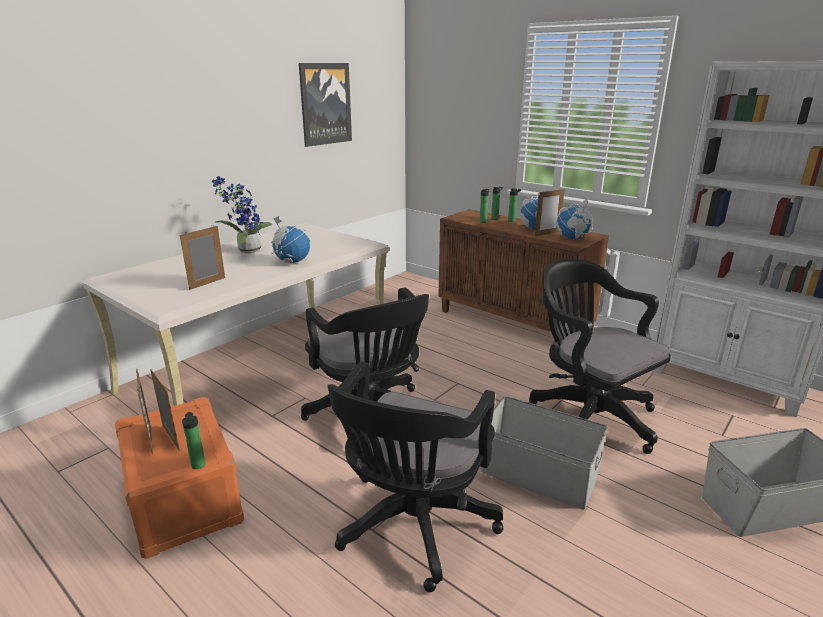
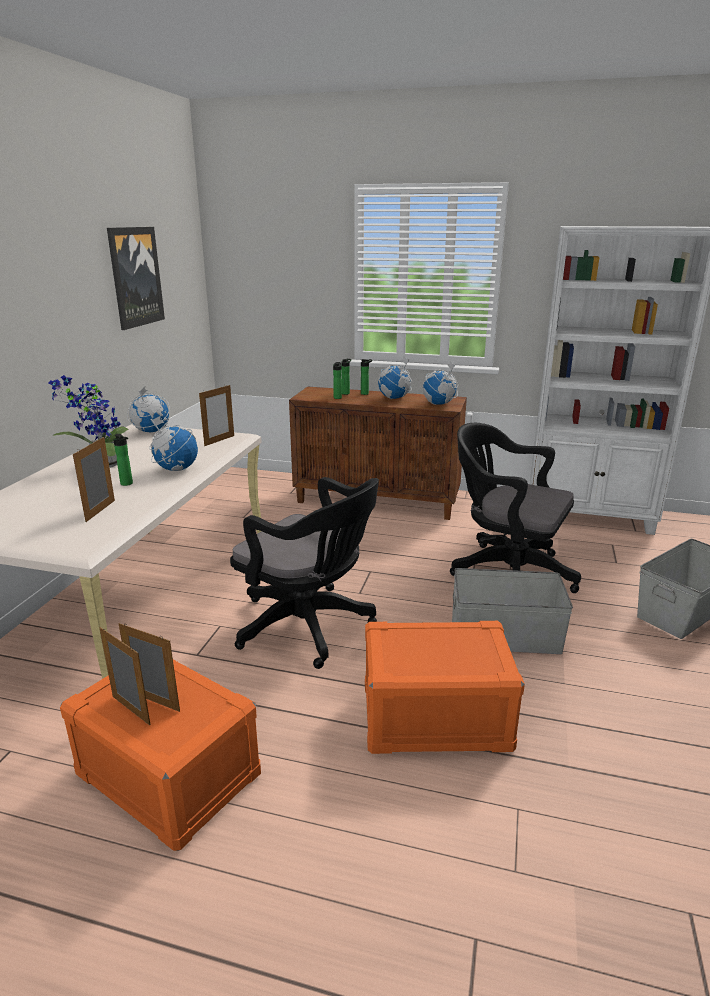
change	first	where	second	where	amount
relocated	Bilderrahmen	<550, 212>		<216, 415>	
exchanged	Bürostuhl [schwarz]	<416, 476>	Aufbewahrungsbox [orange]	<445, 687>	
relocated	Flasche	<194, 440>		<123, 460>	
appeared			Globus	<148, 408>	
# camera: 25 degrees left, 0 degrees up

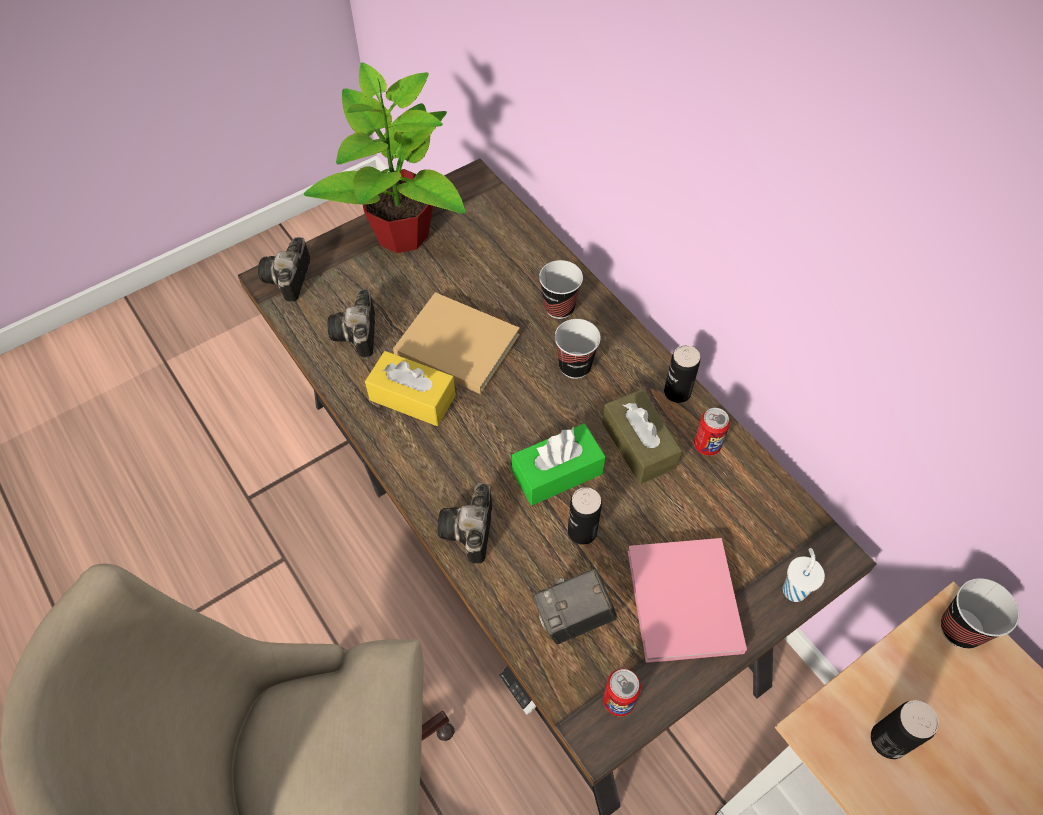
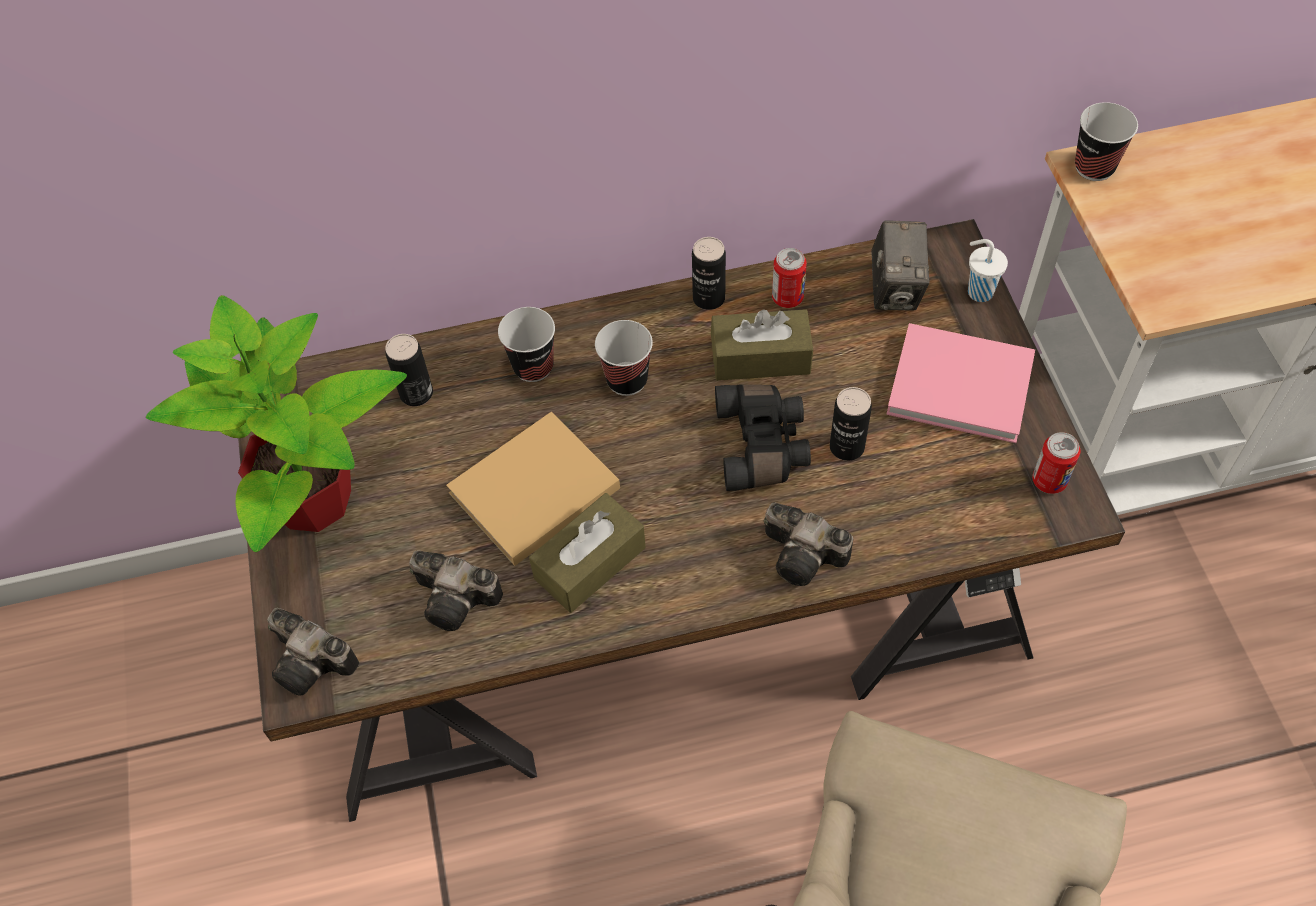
change	first	where	second	where	amount
colour	Taschentuchbox [gelb]	<410, 388>	Taschentuchbox [braun]	<587, 553>	
exchanged	Taschentuchbox [grün]	<559, 464>	Fernglas [schwarz]	<763, 438>	
relocated	Kamera	<575, 607>		<900, 265>	
relocated	Dose	<905, 729>		<409, 370>	
# camera: 65 degrees left, 0 degrees up

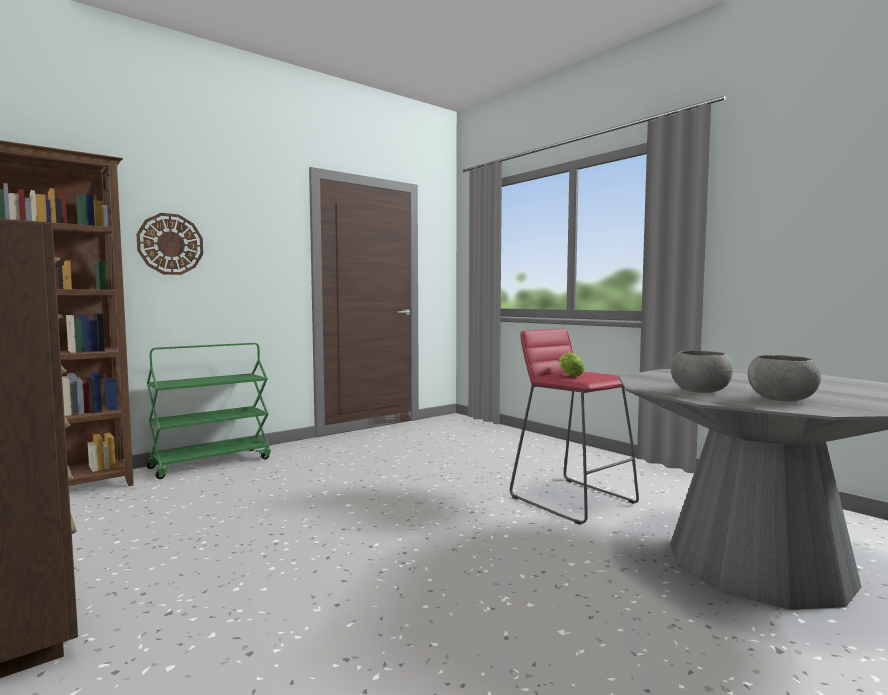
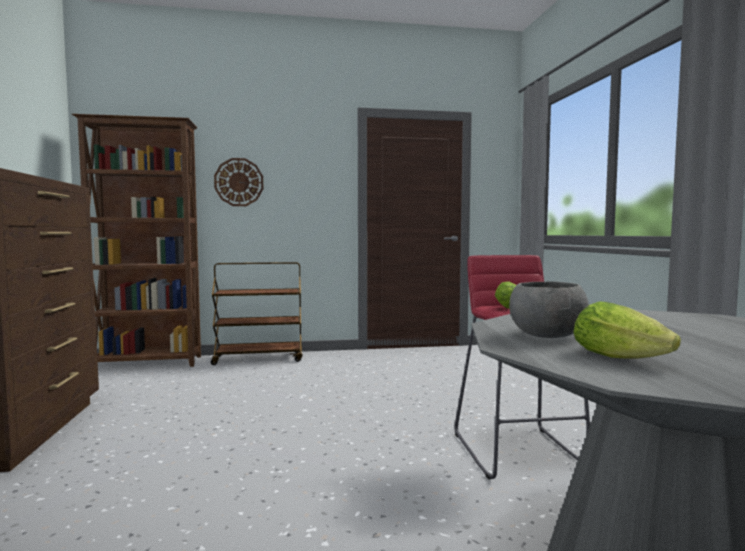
change	first	where	second	where	amount
colour	Rollwagen [grün]	<208, 411>	Rollwagen [braun]	<256, 313>	
exchanged	Schüssel [grau]	<784, 378>	Salatkopf	<627, 330>	
# camera: 30 degrees right, 0 degrees up

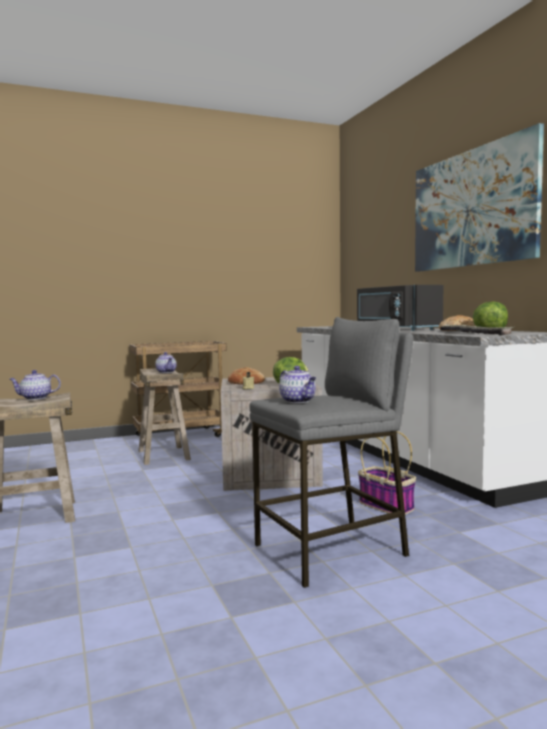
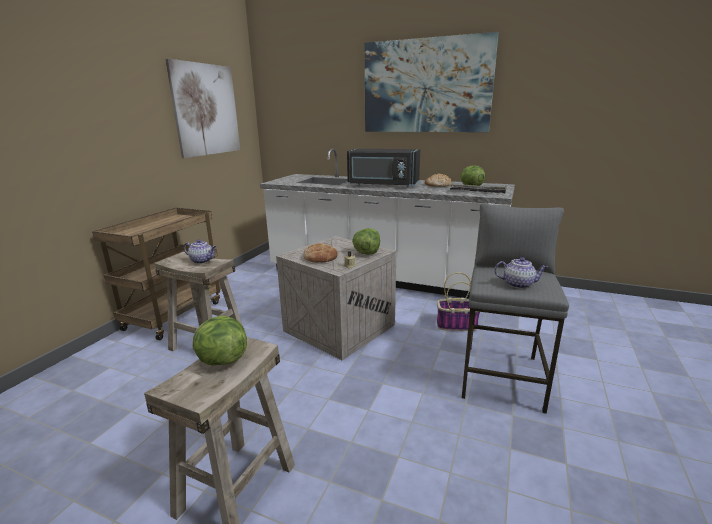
change	first	where	second	where	amount
exchanged	Teekanne	<35, 385>	Salatkopf	<220, 340>	
appeared			Bild	<202, 108>	
# camera: 45 degrees left, 15 degrees up

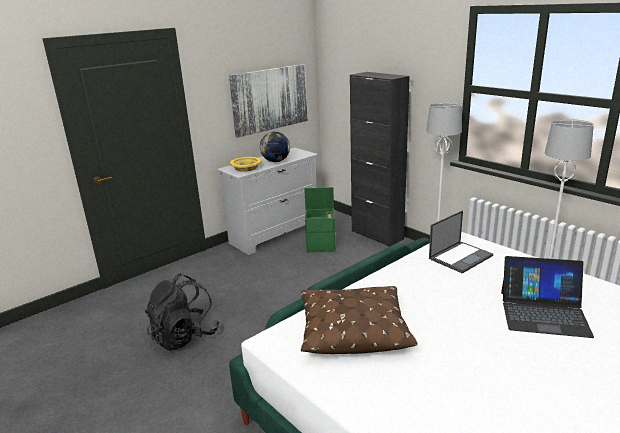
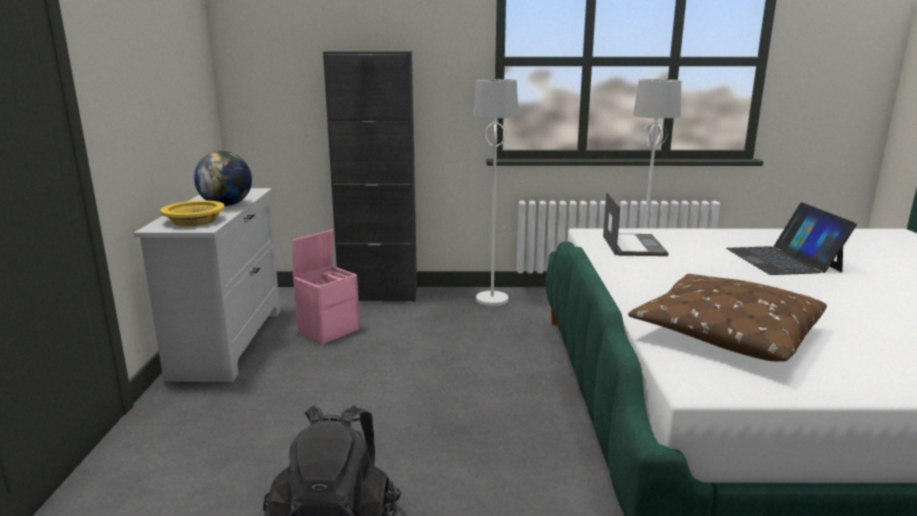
change	first	where	second	where	amount
missing	Bild	<268, 101>			
colour	Aufbewahrungsbox [grün]	<320, 219>	Aufbewahrungsbox [rosa]	<326, 287>	
spun	Laptop	<547, 297>		<791, 238>	120 degrees clockwise
# camera: 50 degrees left, 5 degrees down

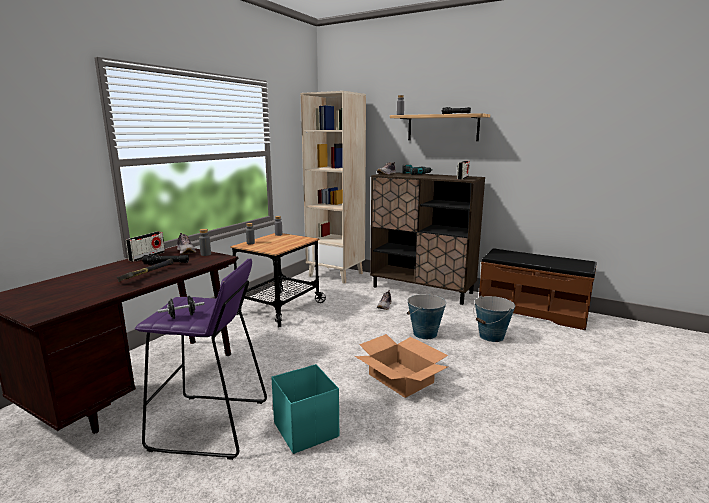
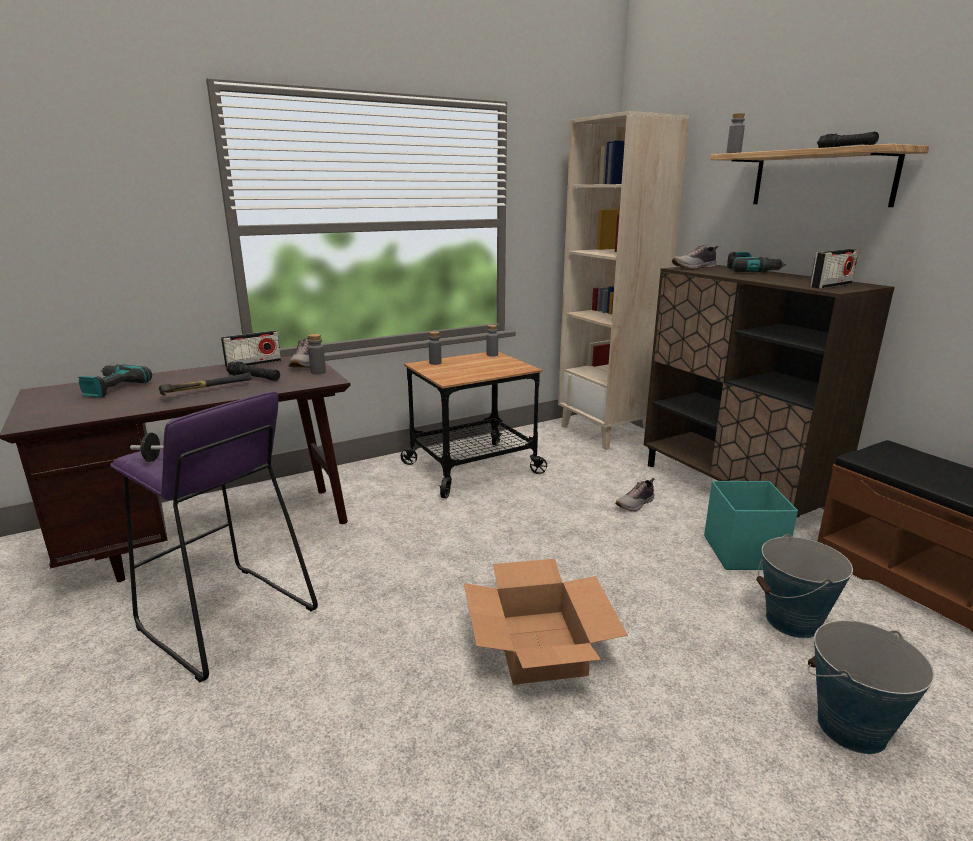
change	first	where	second	where	amount
relocated	Eimer	<426, 316>		<871, 687>	
relocated	Aufbewahrungsbox [türkis]	<305, 409>		<751, 525>	
appeared			Bohrmaschine	<115, 381>	
# camera: 30 degrees right, 5 degrees up

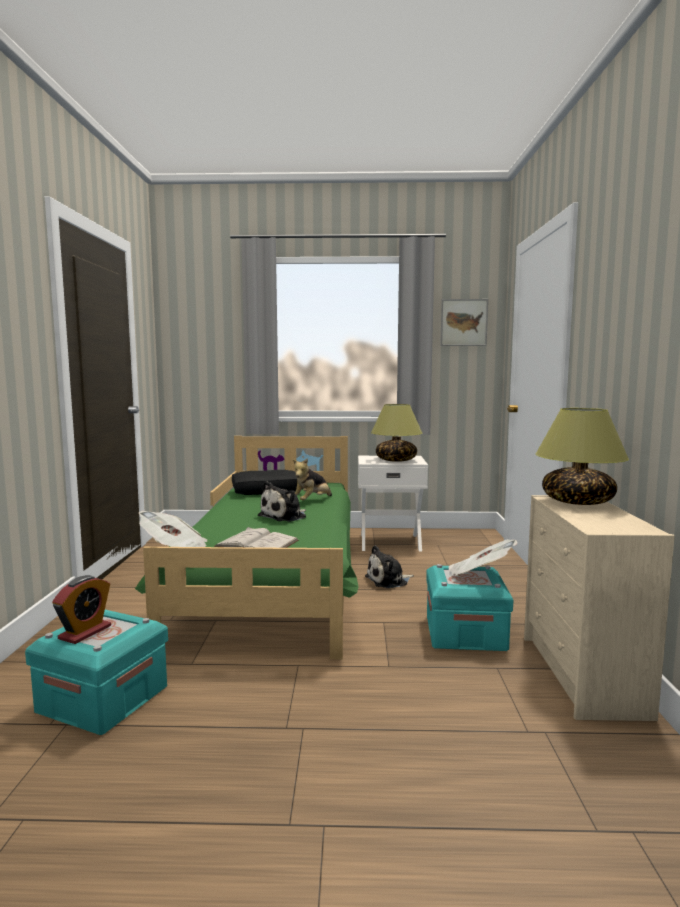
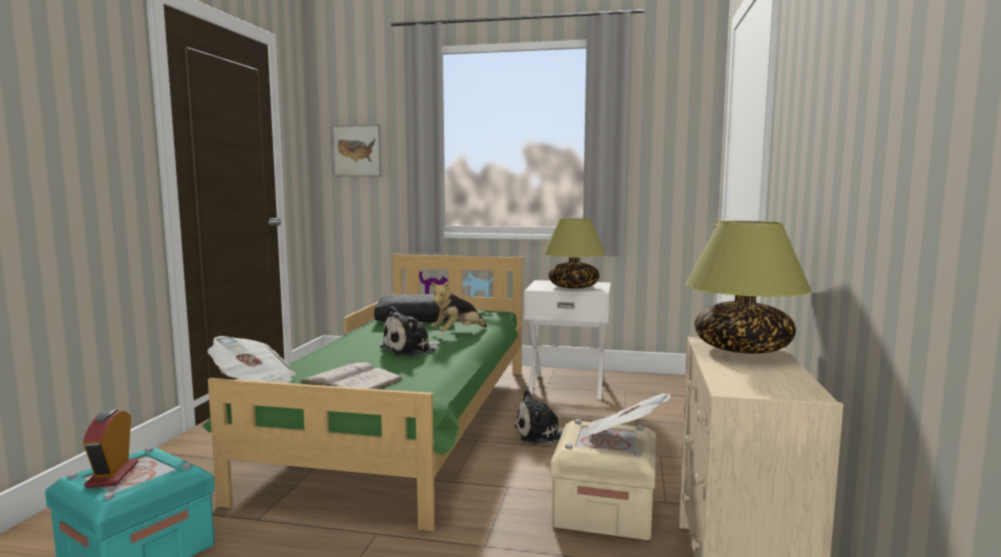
change	first	where	second	where	amount
relocated	Bild	<464, 322>		<356, 150>	
colour	Aufbewahrungsbox [türkis]	<469, 607>	Aufbewahrungsbox [beige]	<603, 479>	
spun	Wecker	<81, 609>		<110, 448>	135 degrees clockwise
# camera: 10 degrees right, 0 degrees up

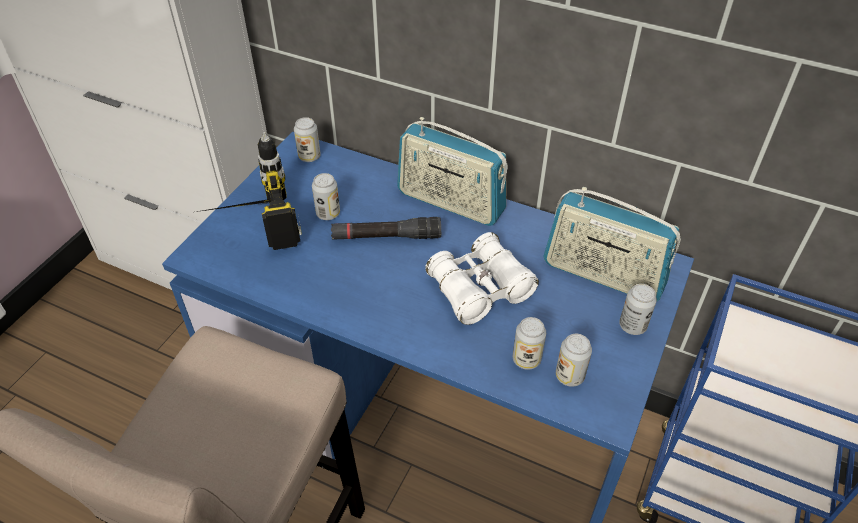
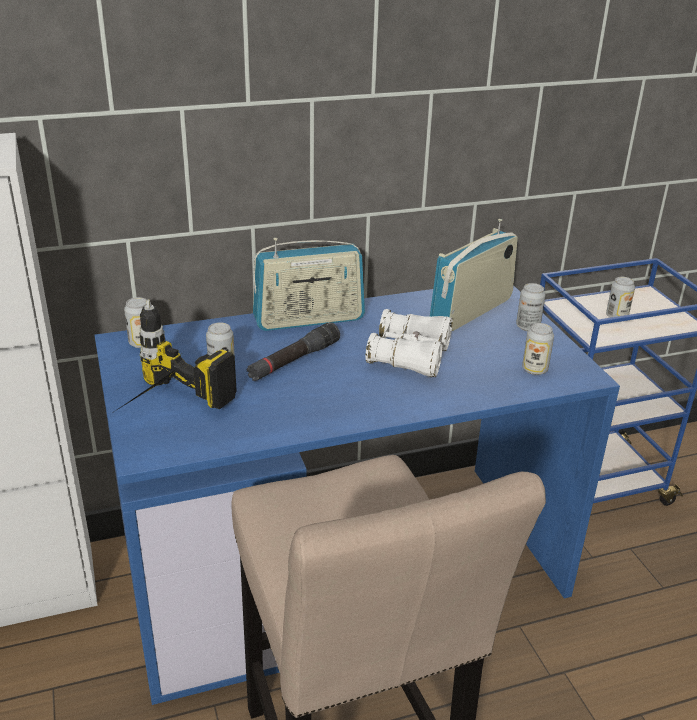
change	first	where	second	where	amount
spun	Radio	<612, 244>		<474, 275>	150 degrees clockwise
relocated	Dose	<529, 343>		<620, 297>	
# camera: 45 degrees left, 15 degrees down

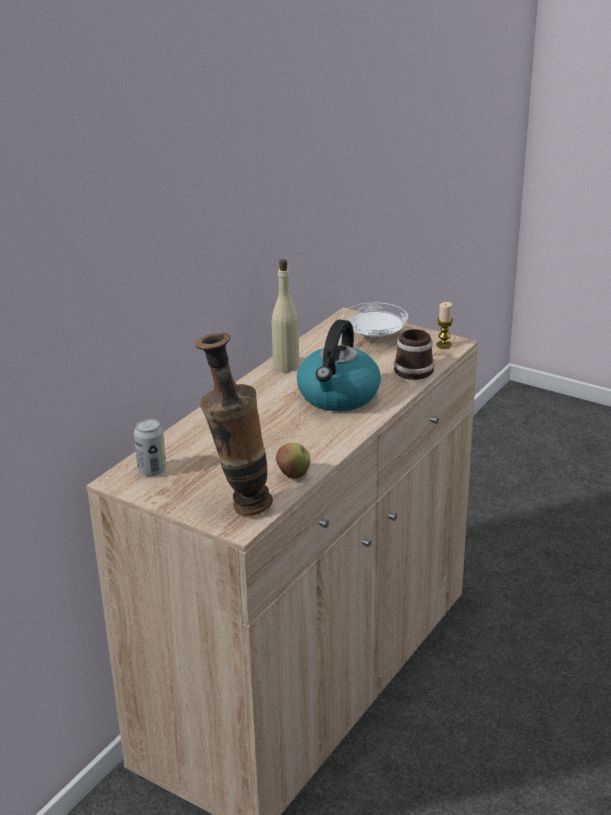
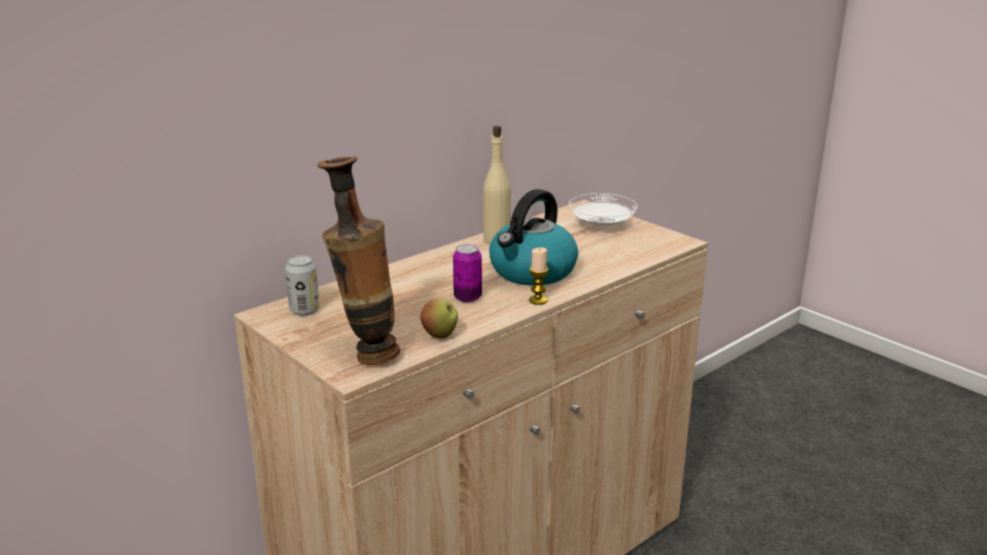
change	first	where	second	where	amount
relocated	Kerze	<444, 325>		<539, 276>	
missing	Henkelbecher	<414, 354>			
appeared			Dose	<467, 273>	
# camera: 15 degrees right, 5 degrees down

